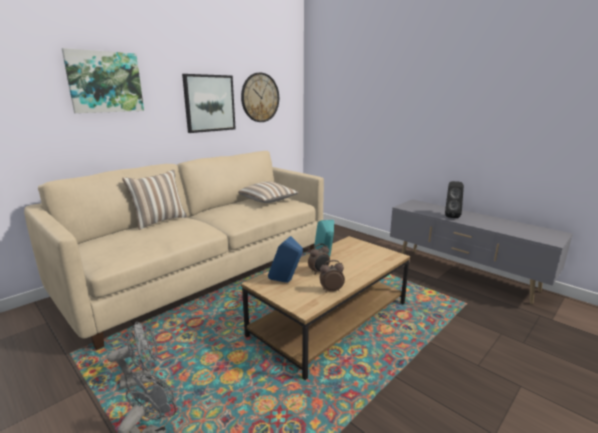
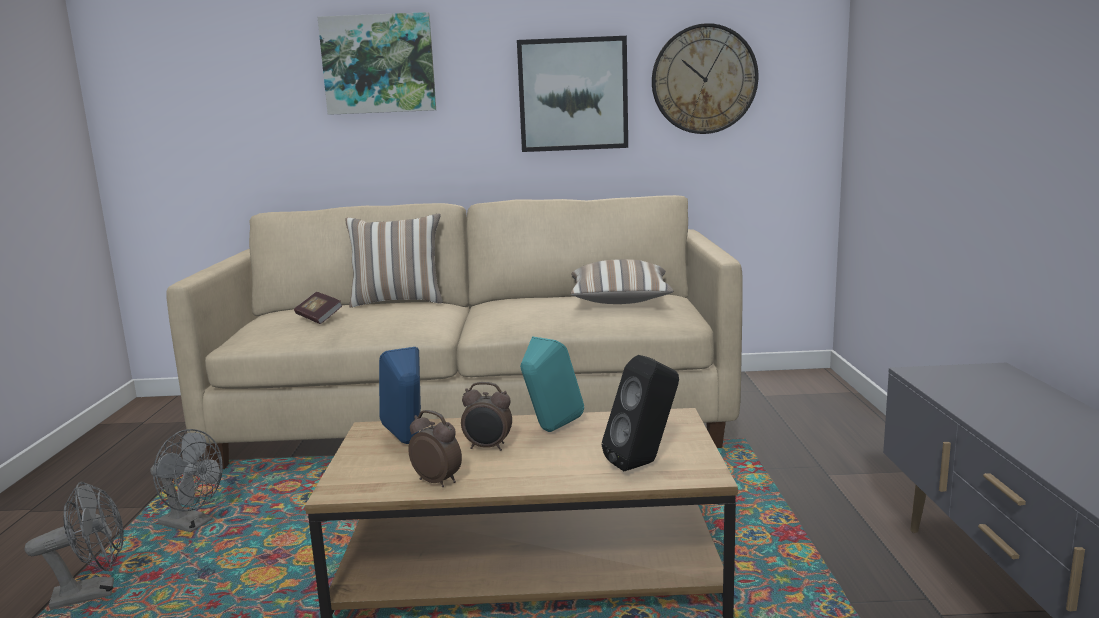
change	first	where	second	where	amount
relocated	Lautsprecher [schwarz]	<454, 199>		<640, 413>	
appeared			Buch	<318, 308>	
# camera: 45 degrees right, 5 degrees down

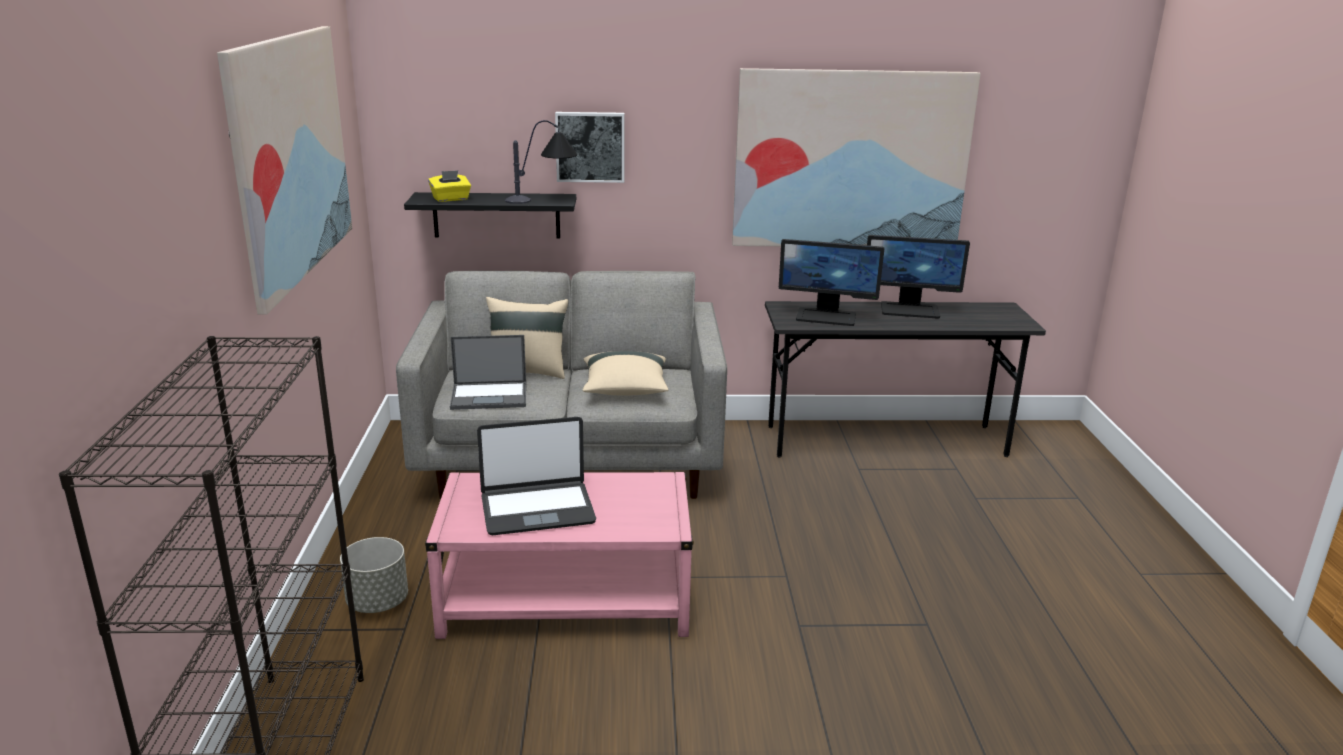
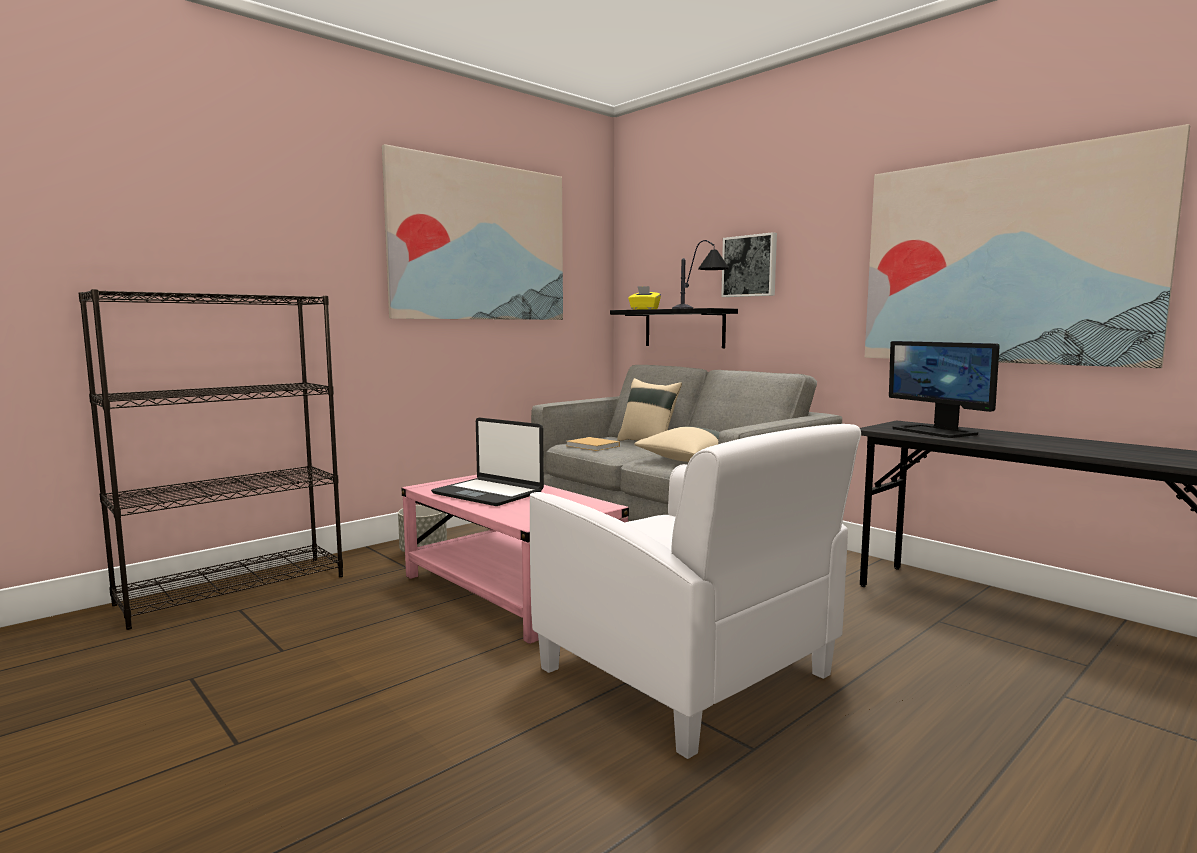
change	first	where	second	where	amount
missing	Monitor	<918, 277>			
exchanged	Laptop	<488, 372>	Buch [beige]	<593, 444>	
appeared			Sessel [weiß]	<695, 591>	
# camera: 50 degrees right, 15 degrees down

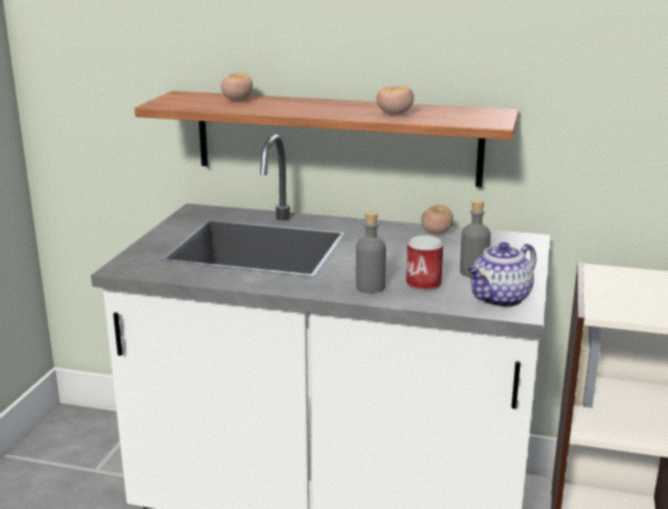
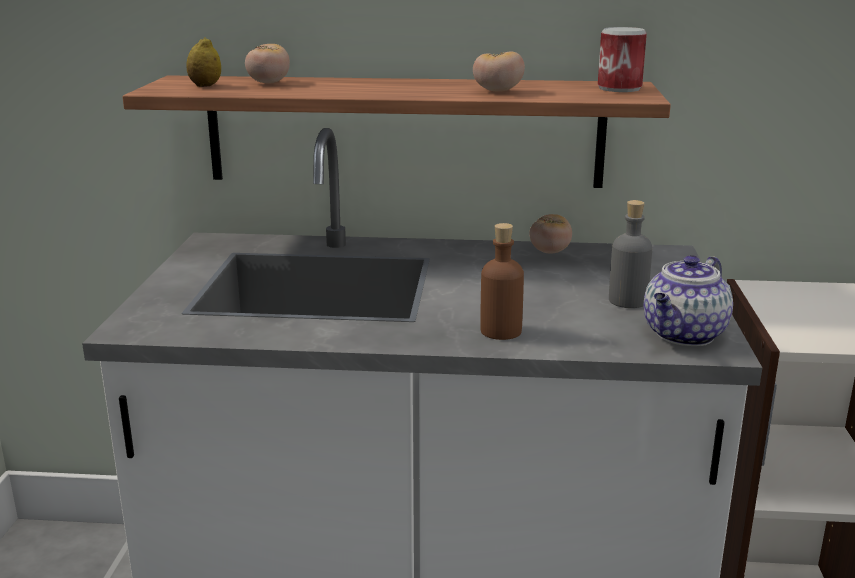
change	first	where	second	where	amount
colour	Flasche [grau]	<371, 252>	Flasche [braun]	<502, 281>	
relocated	Dose	<424, 263>		<622, 59>	
appeared			Zitrone	<203, 62>	
# camera: 10 degrees left, 0 degrees up

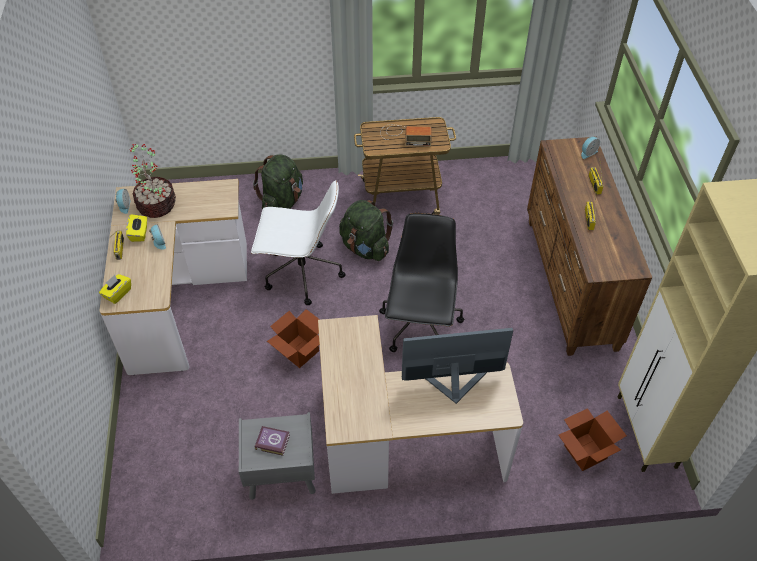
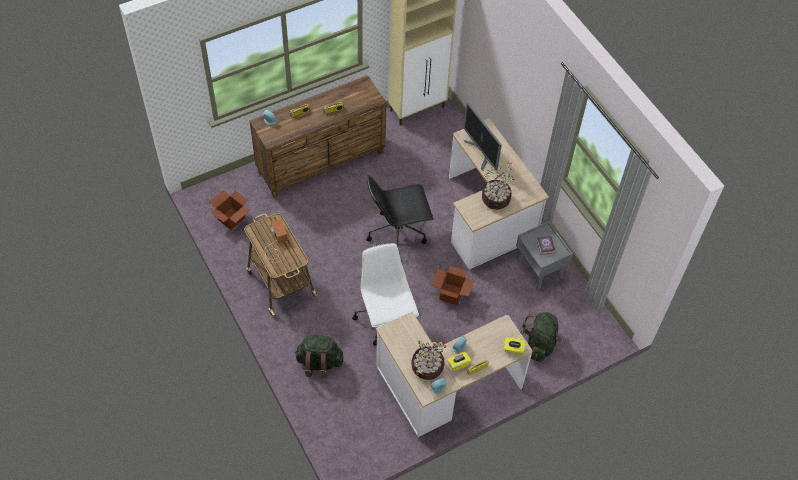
change	first	where	second	where	amount
relocated	Rucksack [grün]	<366, 230>		<541, 337>	
relocated	Karton	<592, 439>		<230, 210>	
appeared			Topfpflanze	<498, 186>	
# camera: 115 degrees left, 5 degrees up

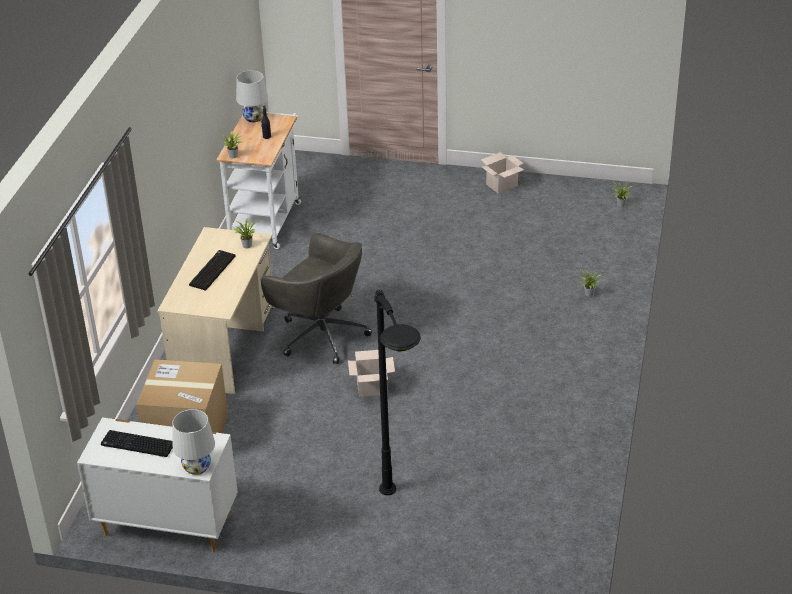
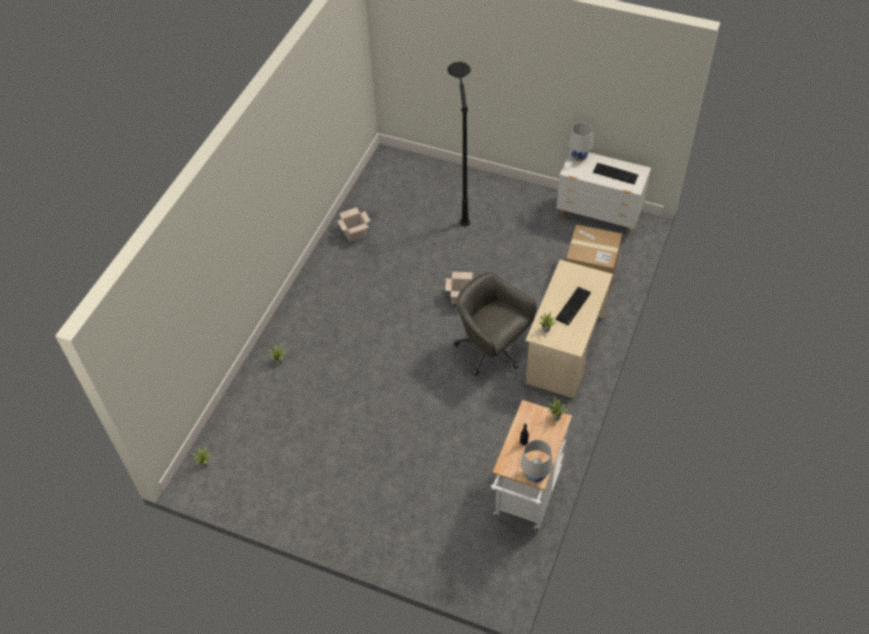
change	first	where	second	where	amount
relocated	Karton	<502, 173>		<354, 224>	
# camera: 170 degrees left, 15 degrees up

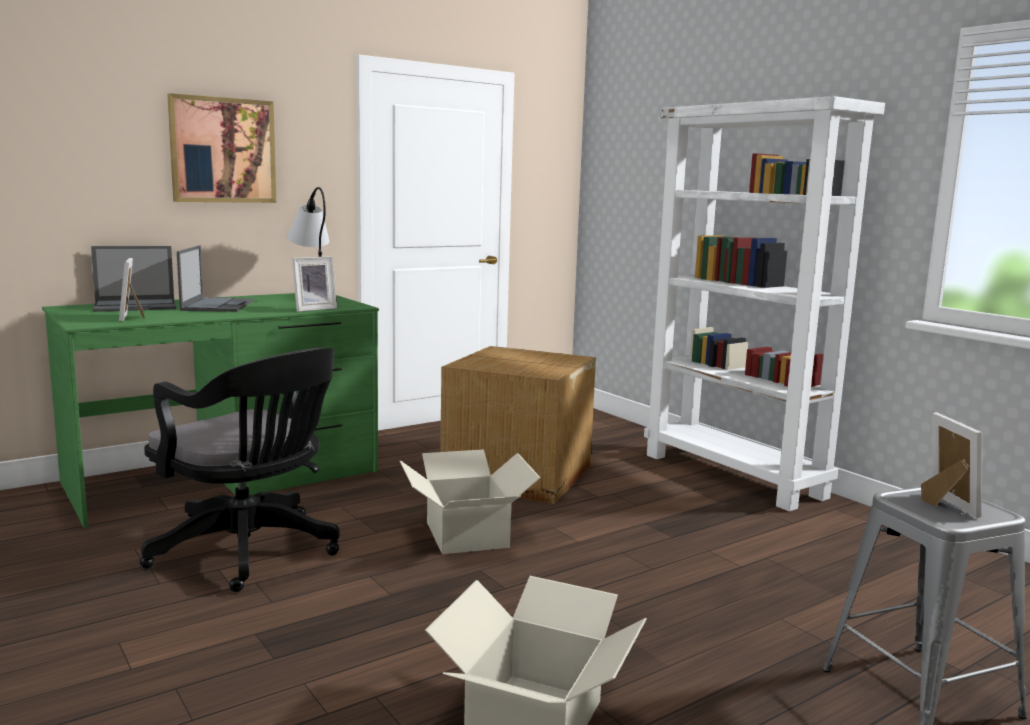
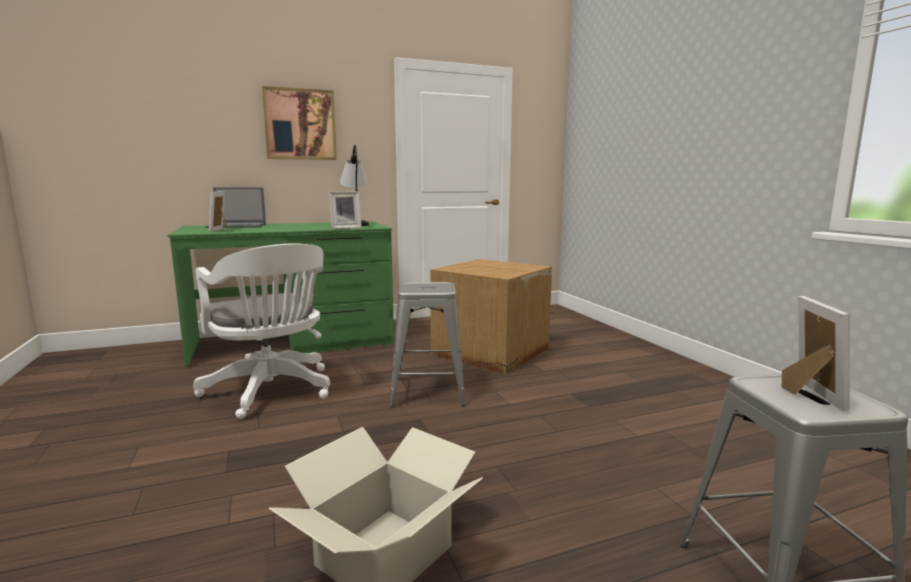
change	first	where	second	where	amount
missing	Bücherregal [weiß]	<764, 303>			
missing	Laptop	<215, 278>			
colour	Bürostuhl [schwarz]	<240, 470>	Bürostuhl [weiß]	<261, 331>	
exchanged	Karton	<470, 501>	Hocker [grau]	<427, 344>	
# camera: 15 degrees right, 0 degrees up

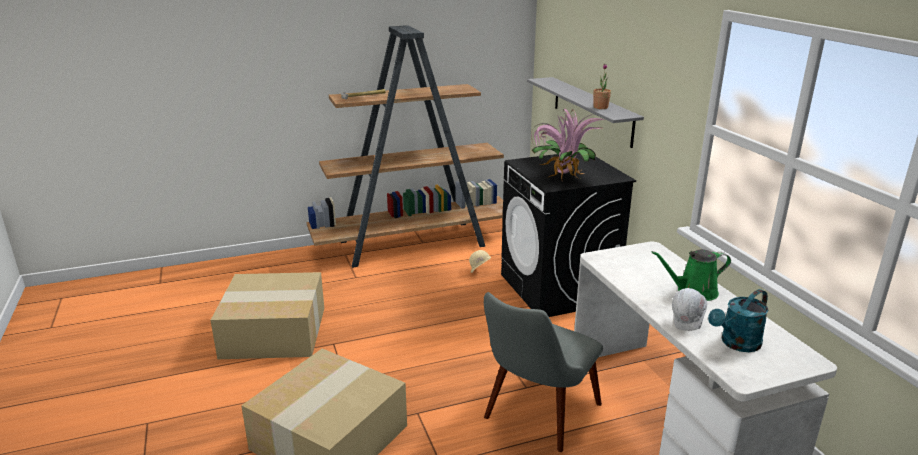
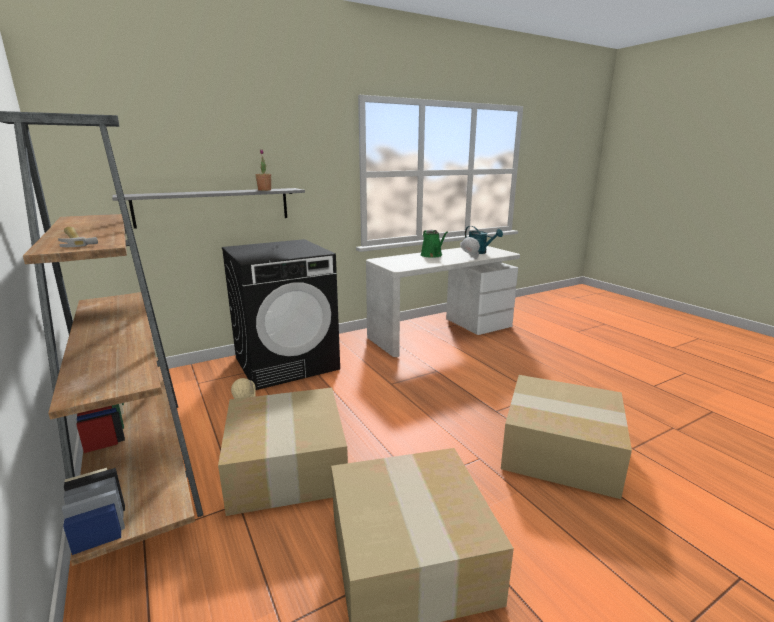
change	first	where	second	where	amount
missing	Topfpflanze	<567, 144>			
missing	Stuhl [grau]	<543, 372>			
appeared			Karton	<283, 452>	
# camera: 100 degrees left, 5 degrees down

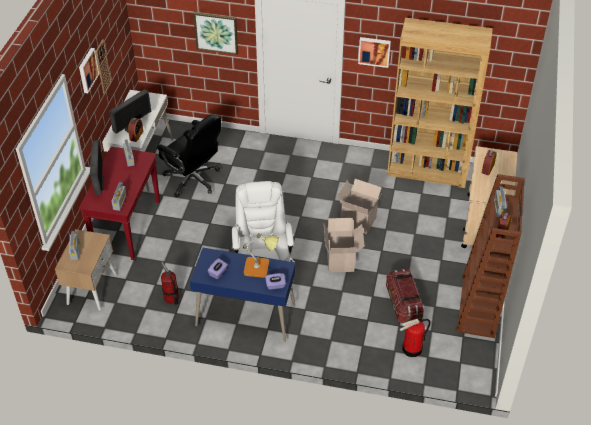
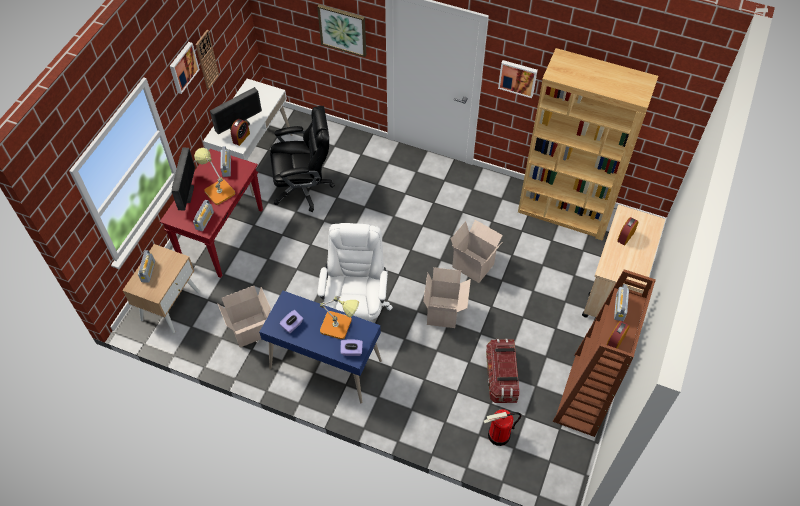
change	first	where	second	where	amount
spun	Bürostuhl [schwarz]	<189, 155>		<302, 159>	60 degrees counterclockwise
exchanged	Feuerlöscher	<170, 283>	Karton	<244, 316>	
appeared			Tischlampe	<214, 176>	
# camera: 10 degrees right, 10 degrees up

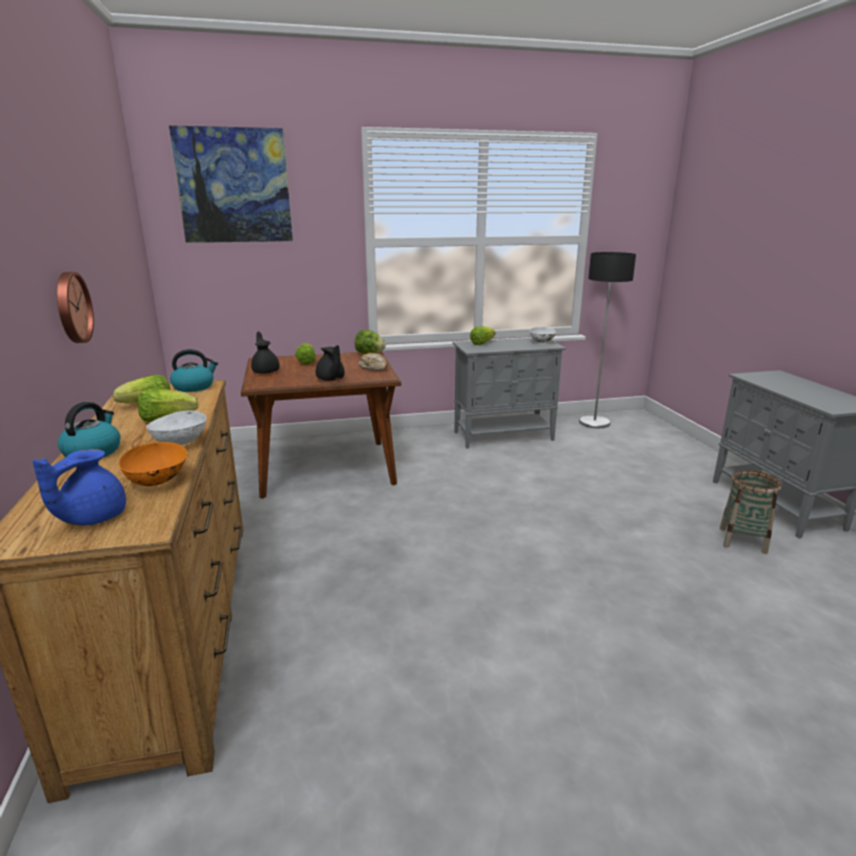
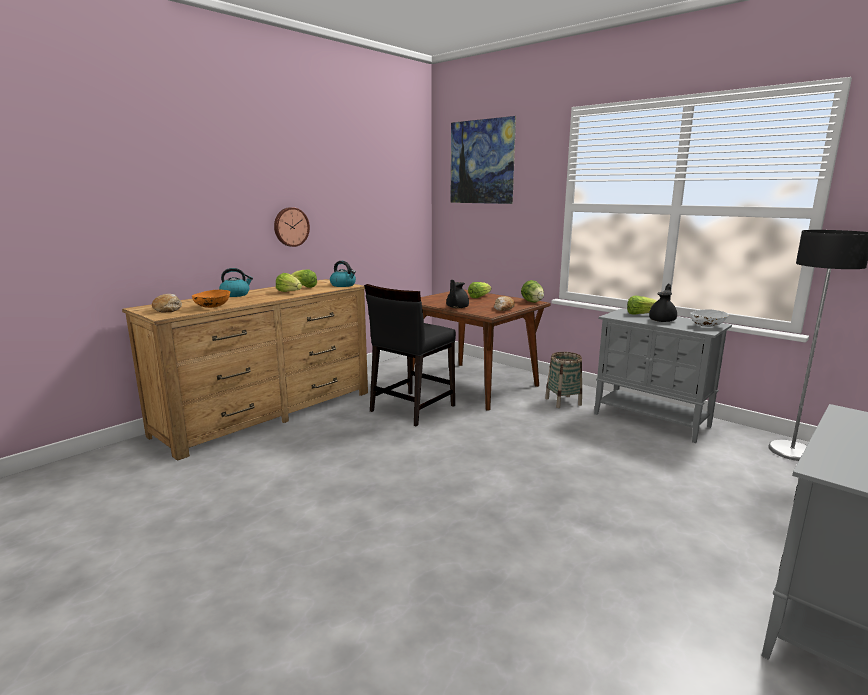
change	first	where	second	where	amount
relocated	Teekanne [schwarz]	<265, 353>		<663, 303>	
missing	Schüssel [weiß]	<176, 428>			
exchanged	Teekanne [blau]	<79, 487>	Brot	<167, 303>	
relocated	Korb	<750, 512>		<563, 380>	
appeared			Stuhl [schwarz]	<410, 355>	
# camera: 55 degrees right, 5 degrees down

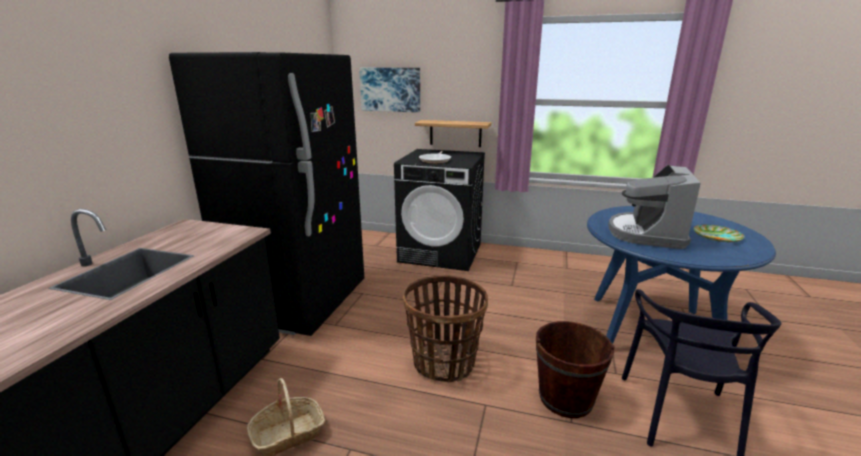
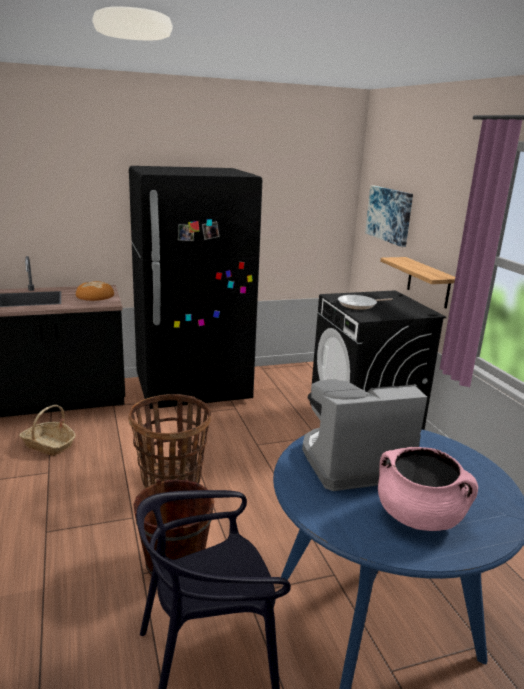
change	first	where	second	where	amount
exchanged	Teller	<719, 233>	Kochtopf [rosa]	<428, 489>	
appeared			Brot	<95, 291>	
# camera: 55 degrees right, 0 degrees up

